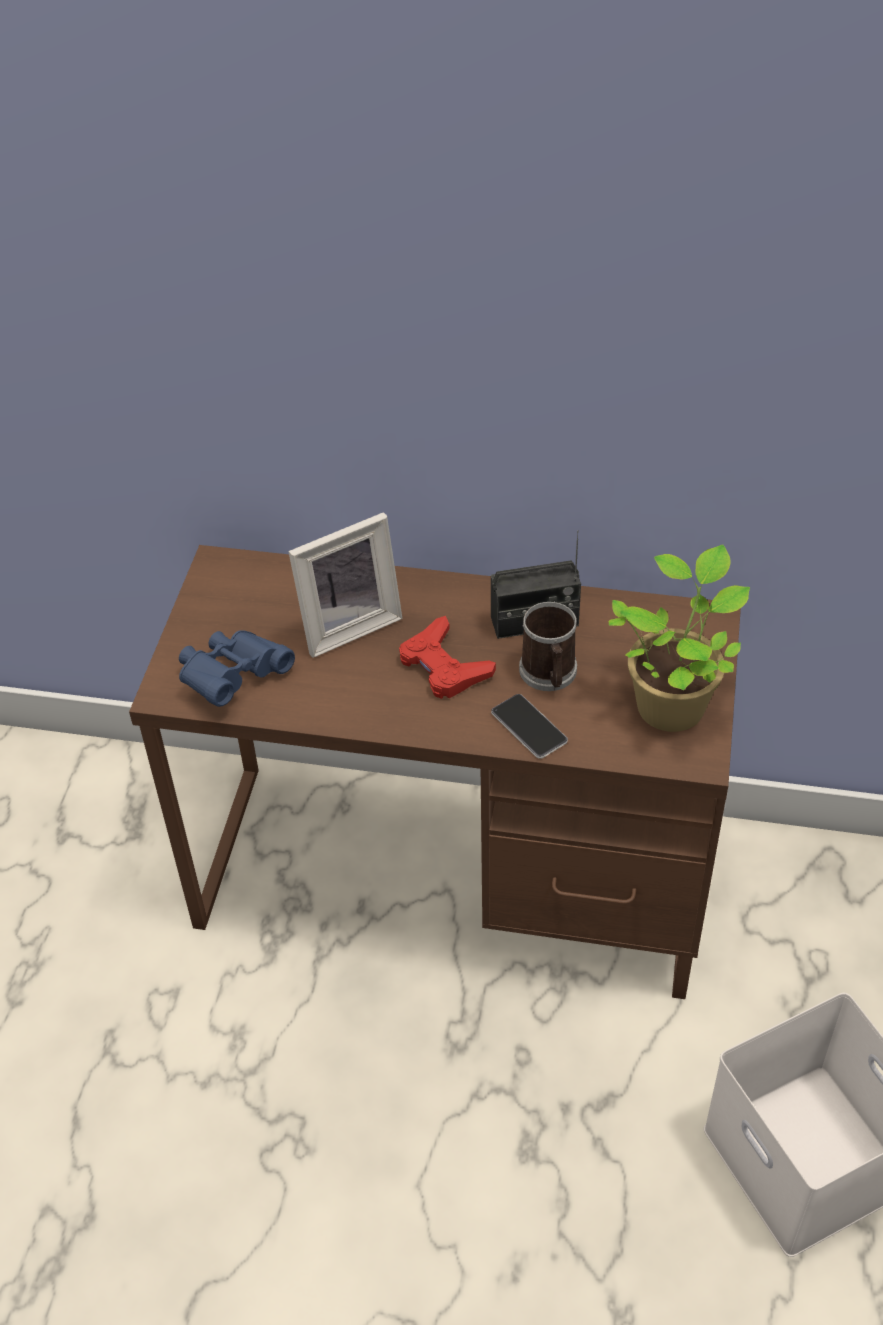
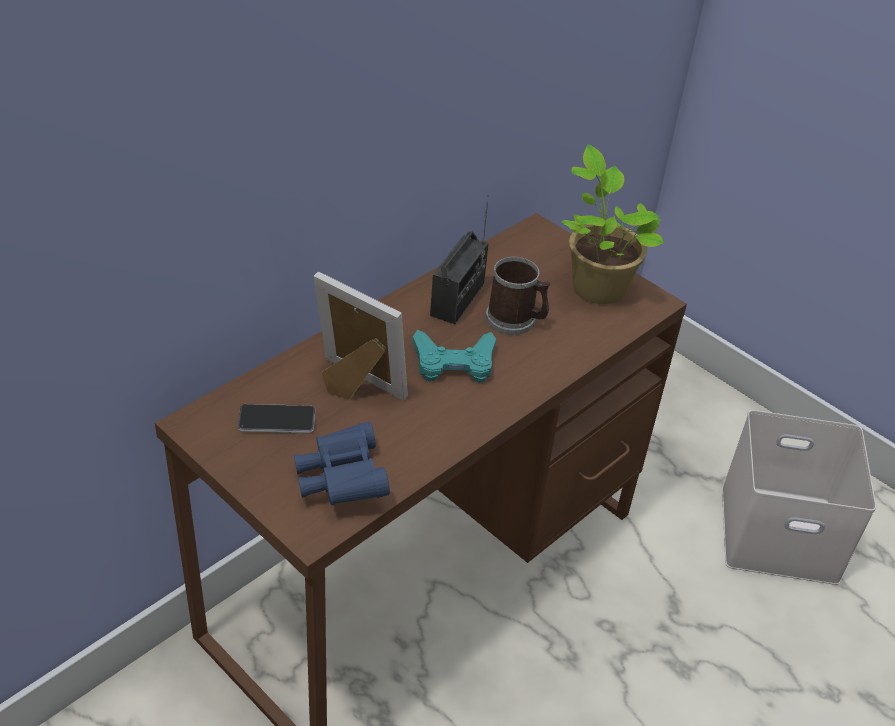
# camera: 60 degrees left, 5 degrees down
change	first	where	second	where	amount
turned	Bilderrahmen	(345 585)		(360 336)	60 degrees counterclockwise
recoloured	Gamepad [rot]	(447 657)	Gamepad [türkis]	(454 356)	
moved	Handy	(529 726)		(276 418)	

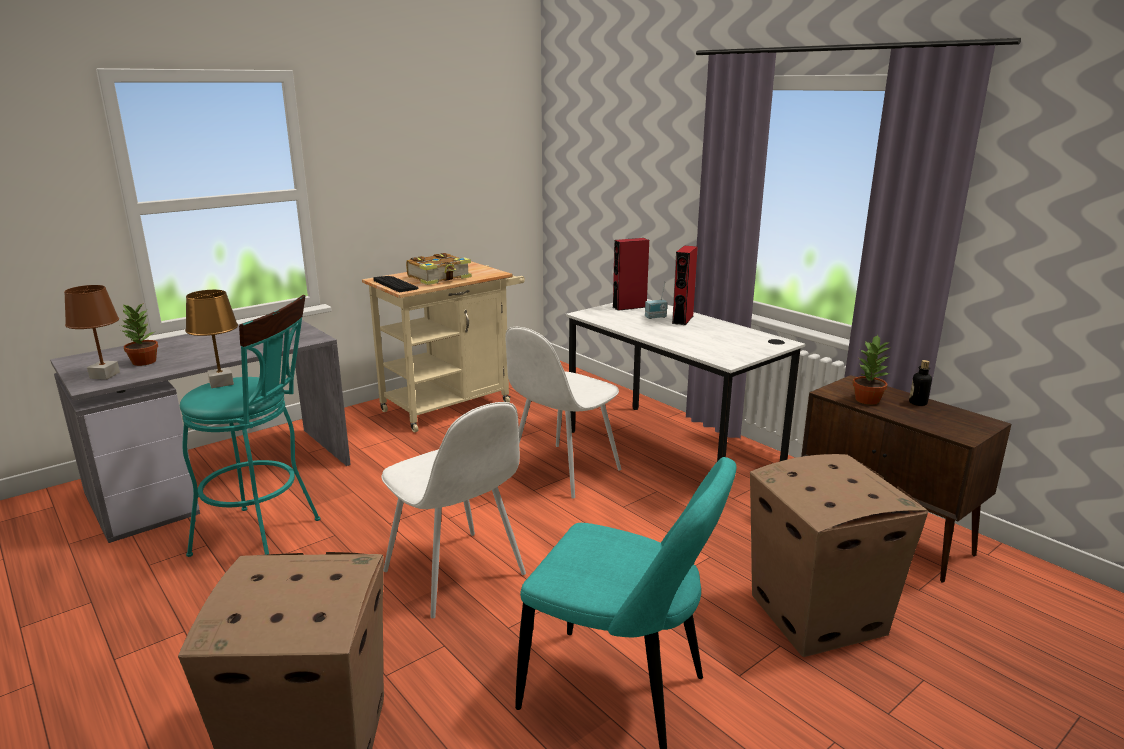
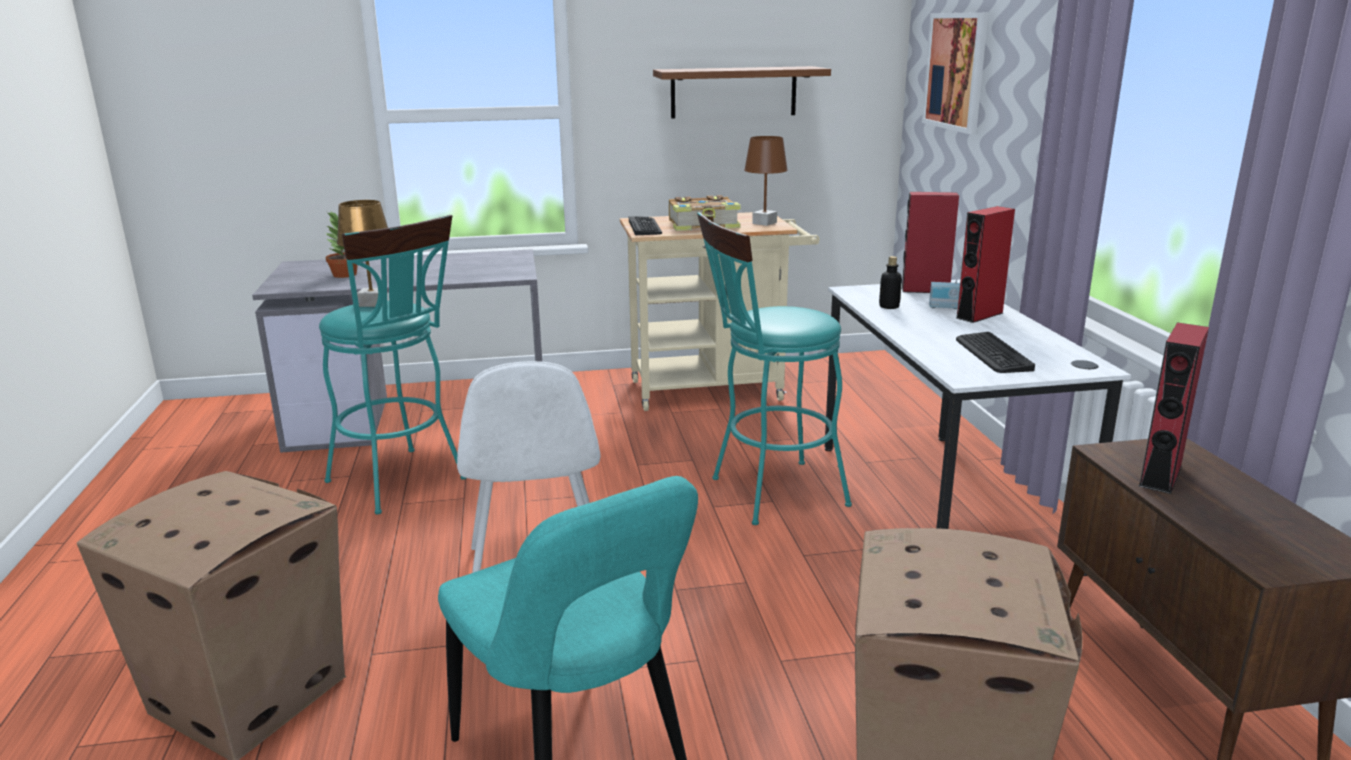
# camera: 30 degrees right, 0 degrees up
change	first	where	second	where	amount
moved	Tischlampe [braun]	(92 332)		(766 181)	
replaced	Stuhl [weiß]	(563 413)	Hocker [türkis]	(774 368)	
replaced	Topfpflanze	(871 369)	Lautsprecher [rot]	(1173 408)	
moved	Flasche	(920 383)		(890 282)	
added			Bild	(955 73)	
added			Wandregal	(742 92)	
added			Tastatur	(995 352)	

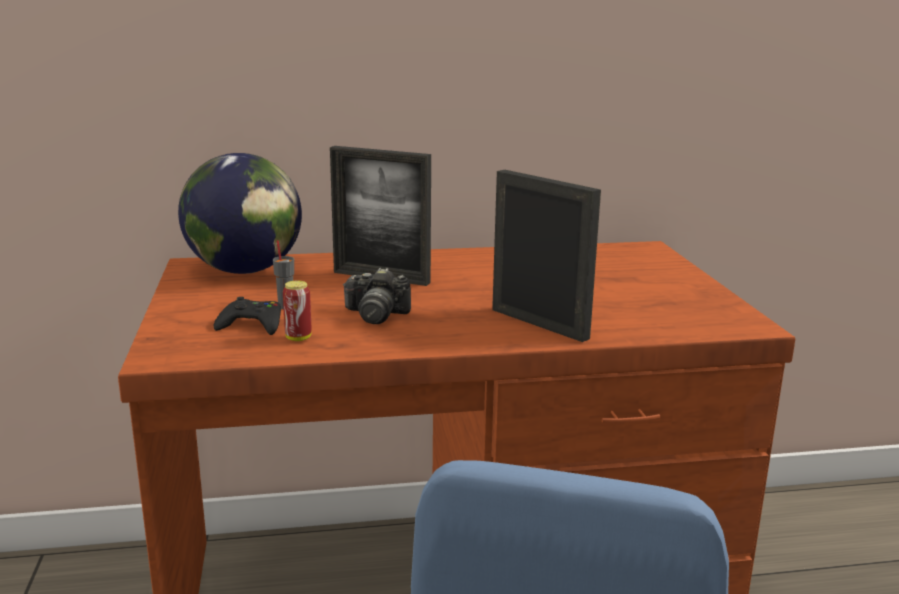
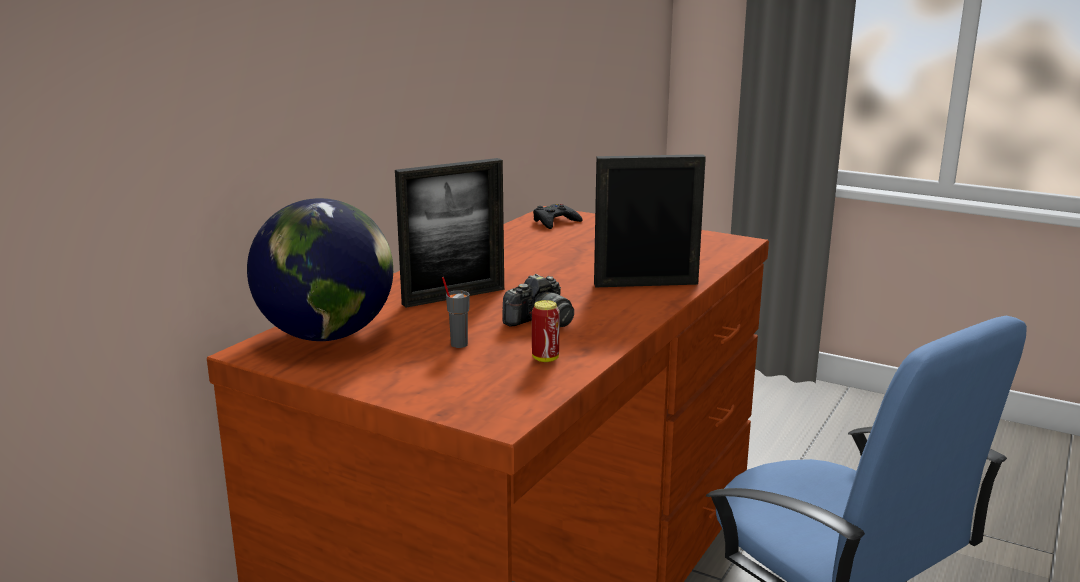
# camera: 50 degrees left, 0 degrees up
change	first	where	second	where	amount
moved	Gamepad [schwarz]	(247 316)		(557 216)	

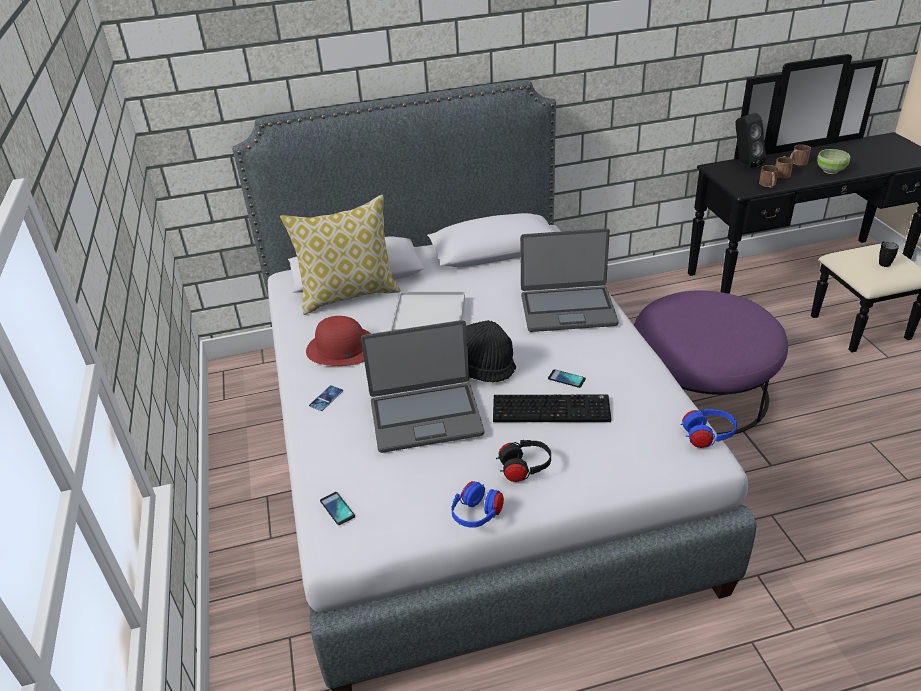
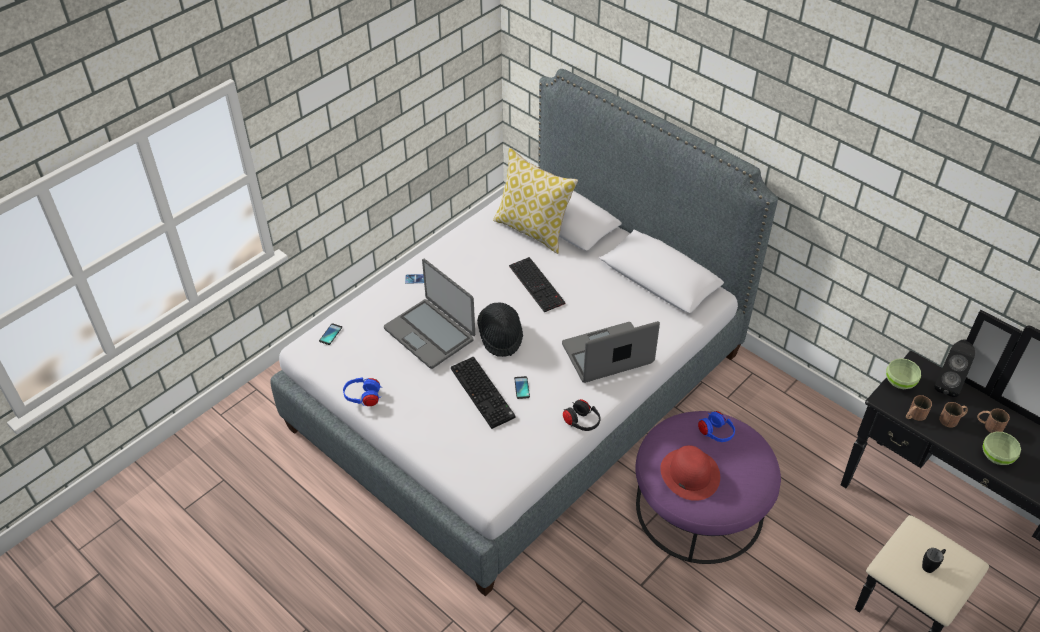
# camera: 55 degrees right, 10 degrees up
change	first	where	second	where	amount
turned	Laptop	(569 280)		(611 352)	105 degrees clockwise
replaced	Tablett [weiß]	(428 311)	Tastatur	(537 284)	
moved	Hut [rot]	(338 341)		(690 473)	
moved	Kopfhörer [blau]	(708 428)		(716 426)	
moved	Kopfhörer [schwarz]	(523 461)		(582 415)	
added			Schüssel [grün]	(903 373)	

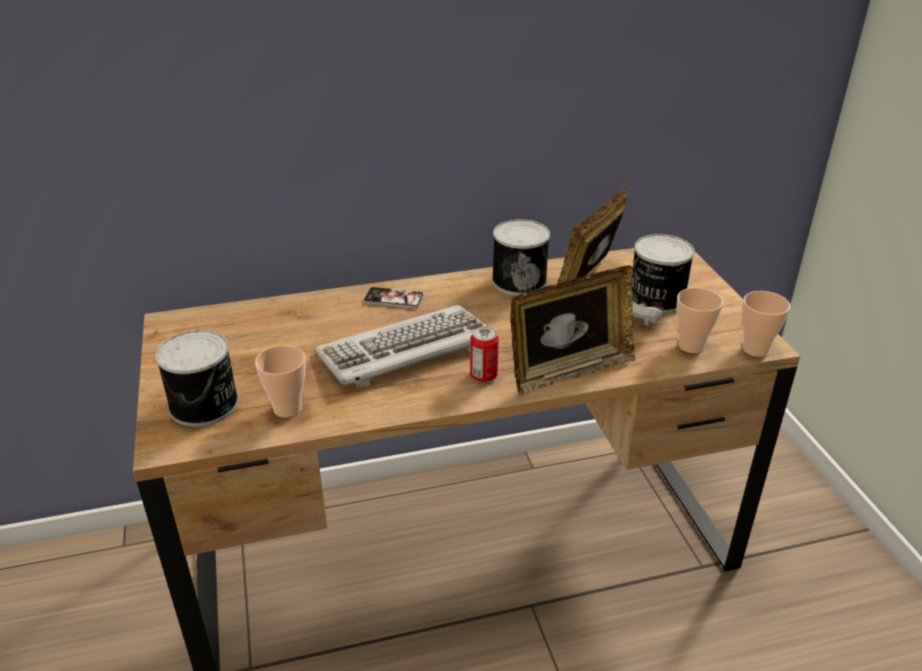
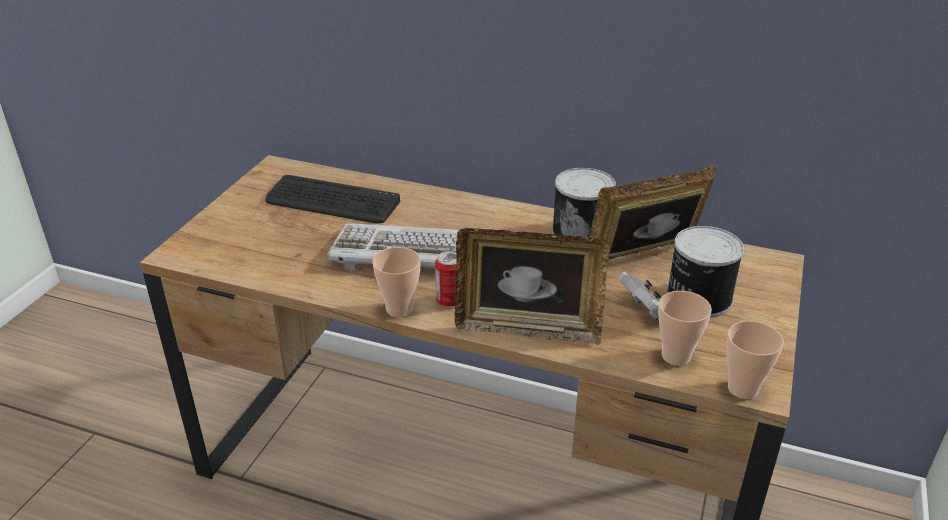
# camera: 35 degrees right, 0 degrees up
change	first	where	second	where	amount
removed	Handy	(393 297)			
removed	Dose	(197 378)			
moved	Tasse	(280 381)		(397 282)	
added			Tastatur	(333 199)	

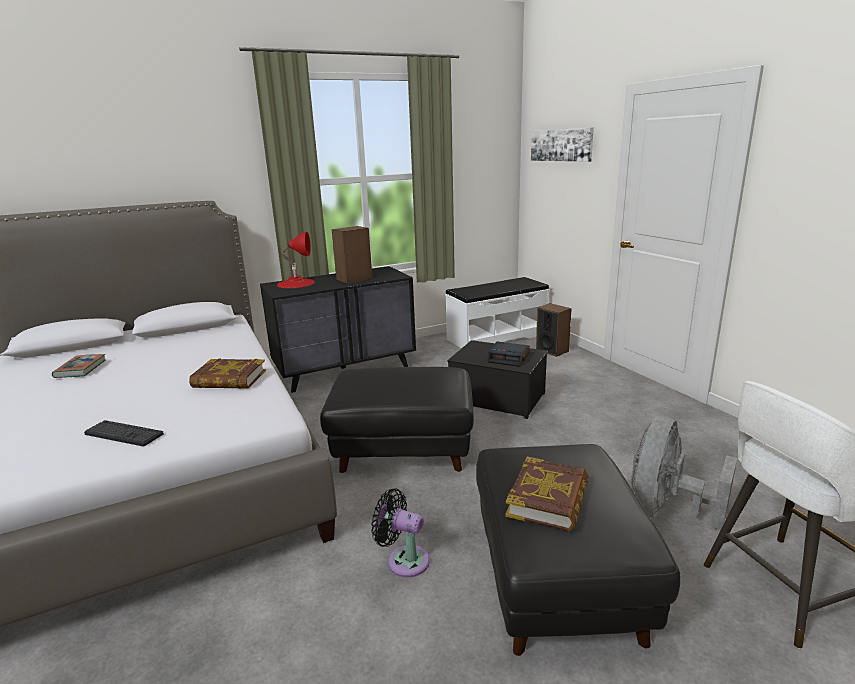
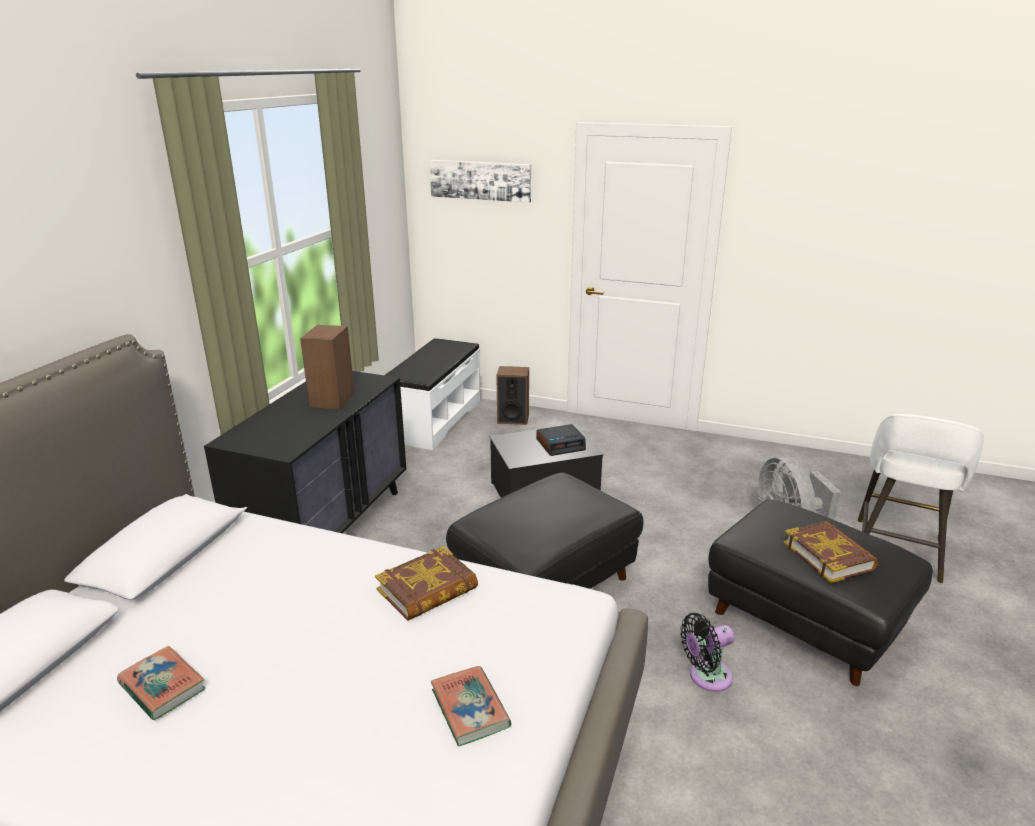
# camera: 45 degrees left, 5 degrees up
change	first	where	second	where	amount
removed	Tischlampe [rot]	(296 260)			
replaced	Tastatur	(124 433)	Buch	(471 706)	

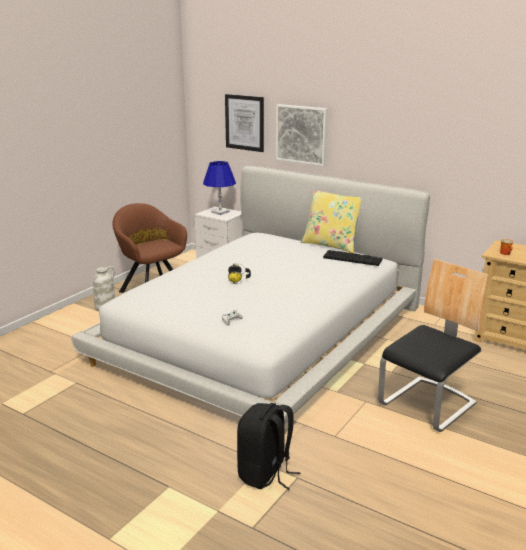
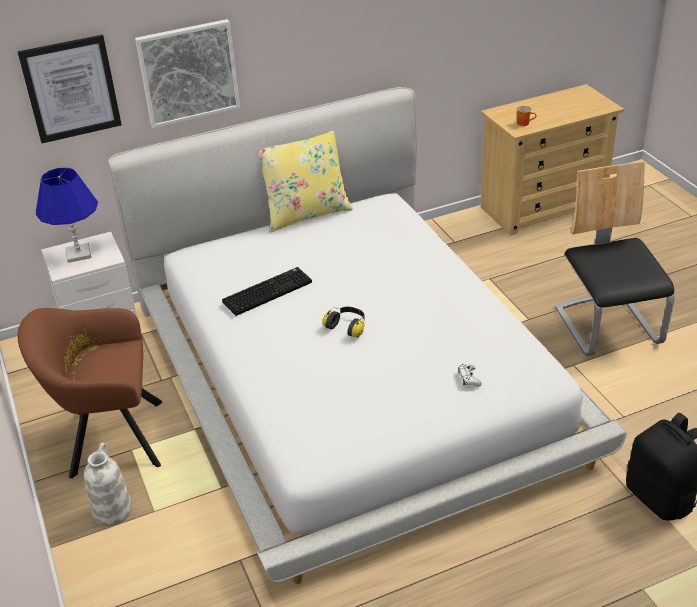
# camera: 55 degrees left, 15 degrees up
change	first	where	second	where	amount
moved	Tastatur	(352 258)		(267 291)	

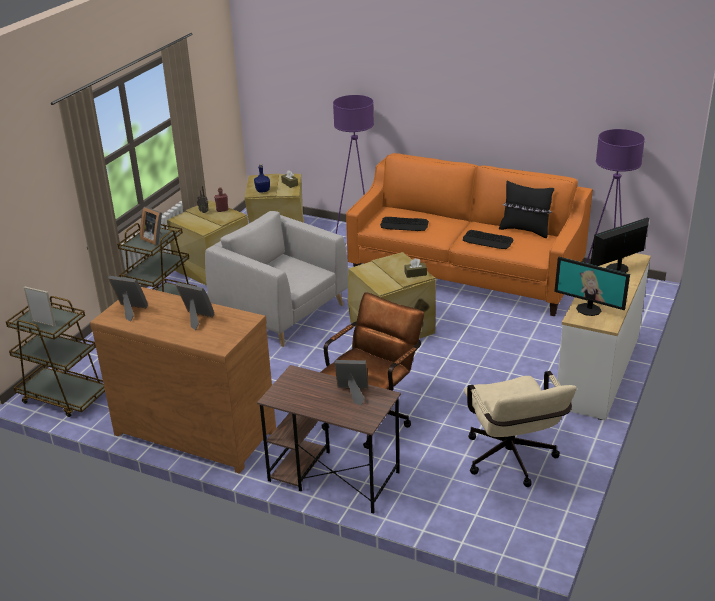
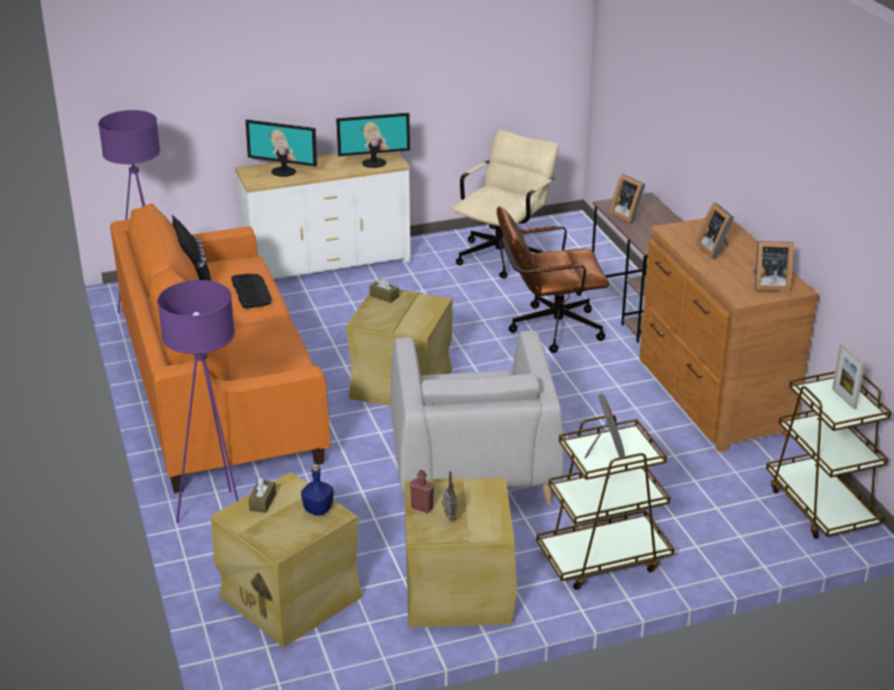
# camera: 135 degrees left, 0 degrees up
change	first	where	second	where	amount
removed	Tastatur	(404 224)			
turned	Monitor	(592 286)		(373 140)	90 degrees clockwise
turned	Bilderrahmen	(128 299)		(773 266)	60 degrees counterclockwise

